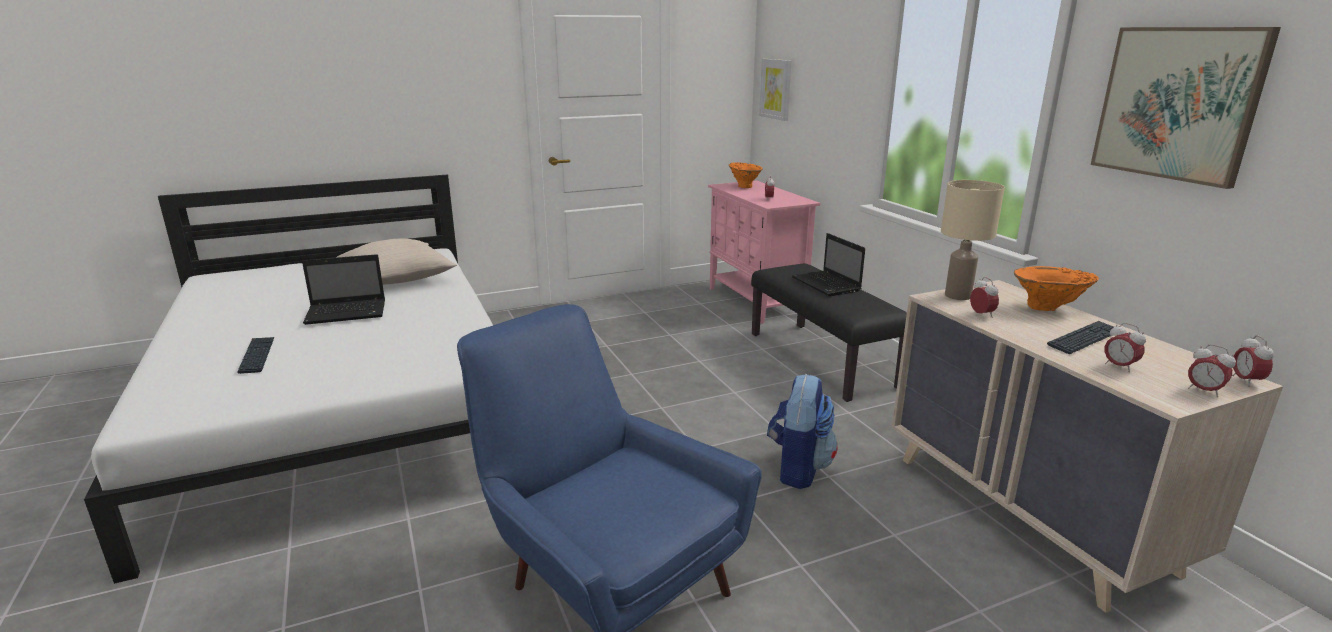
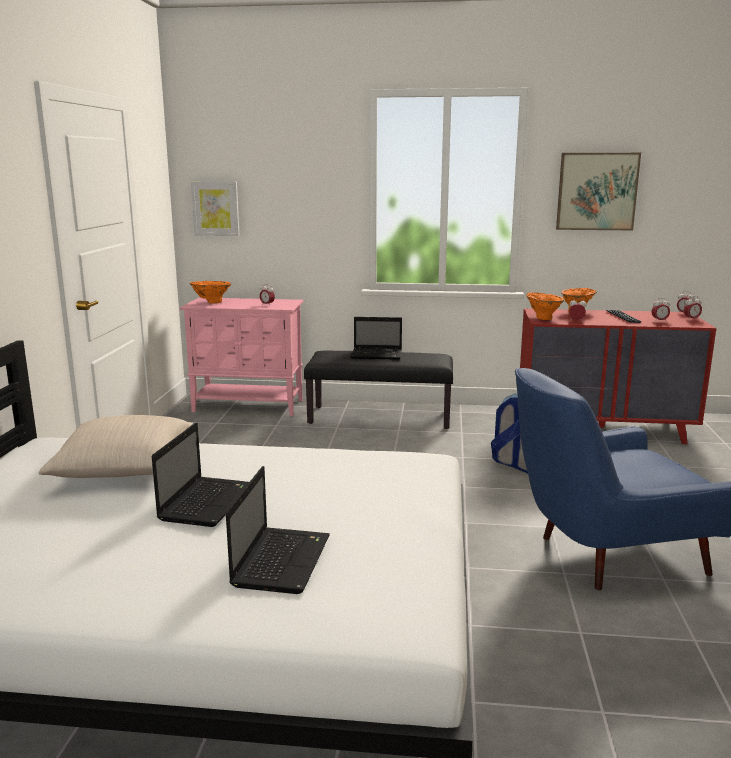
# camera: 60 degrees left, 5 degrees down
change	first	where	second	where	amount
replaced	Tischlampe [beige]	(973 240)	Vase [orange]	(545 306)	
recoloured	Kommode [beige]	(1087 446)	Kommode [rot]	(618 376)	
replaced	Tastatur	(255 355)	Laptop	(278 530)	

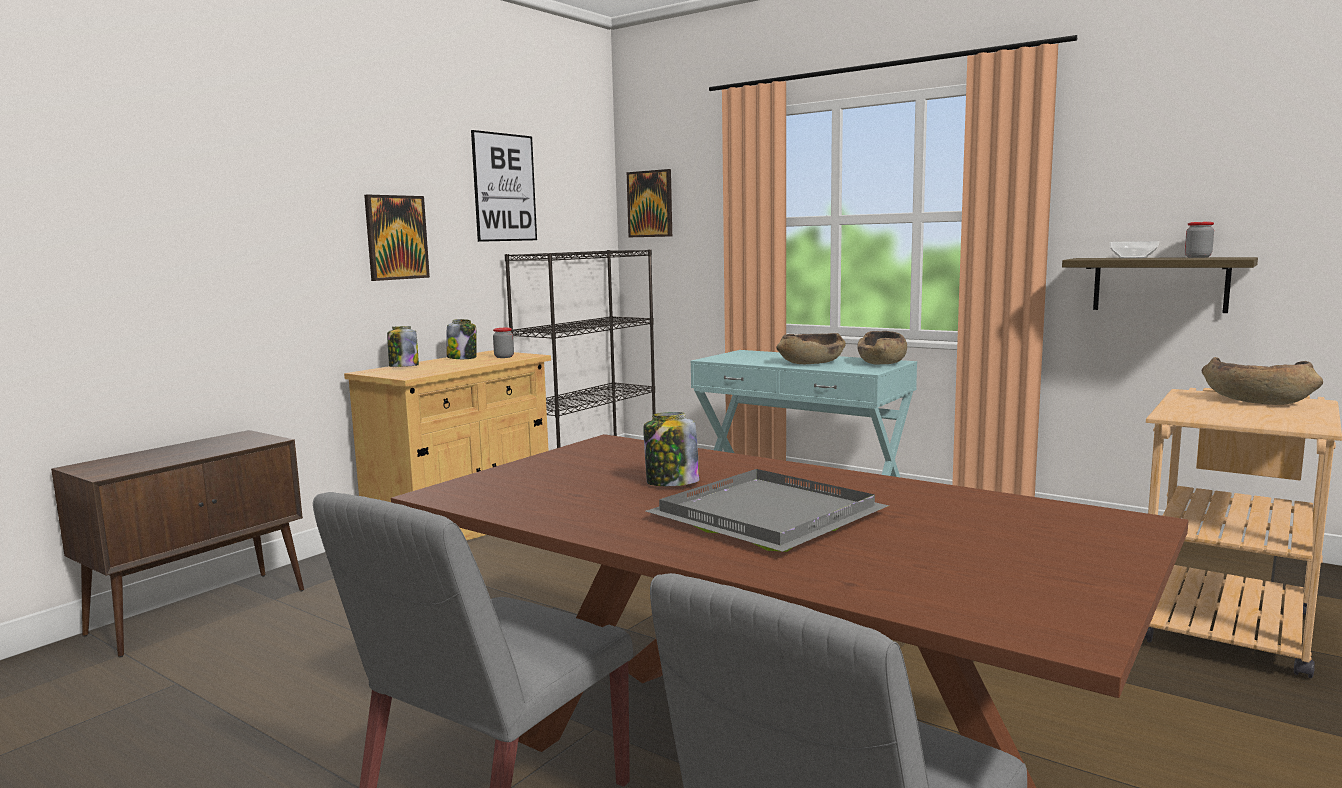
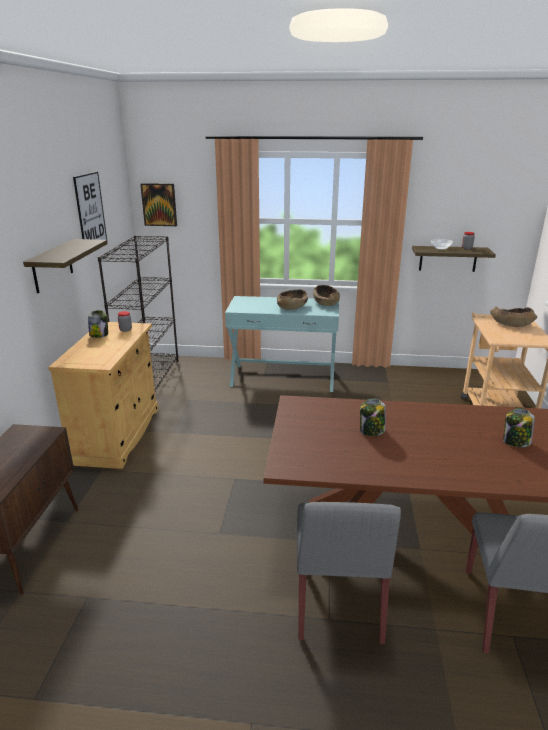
# camera: 30 degrees left, 15 degrees up
change	first	where	second	where	amount
replaced	Bild	(397 238)	Wandregal	(65 266)	
moved	Vorratsglas	(403 346)		(519 427)	
removed	Tablett [grau]	(767 510)			

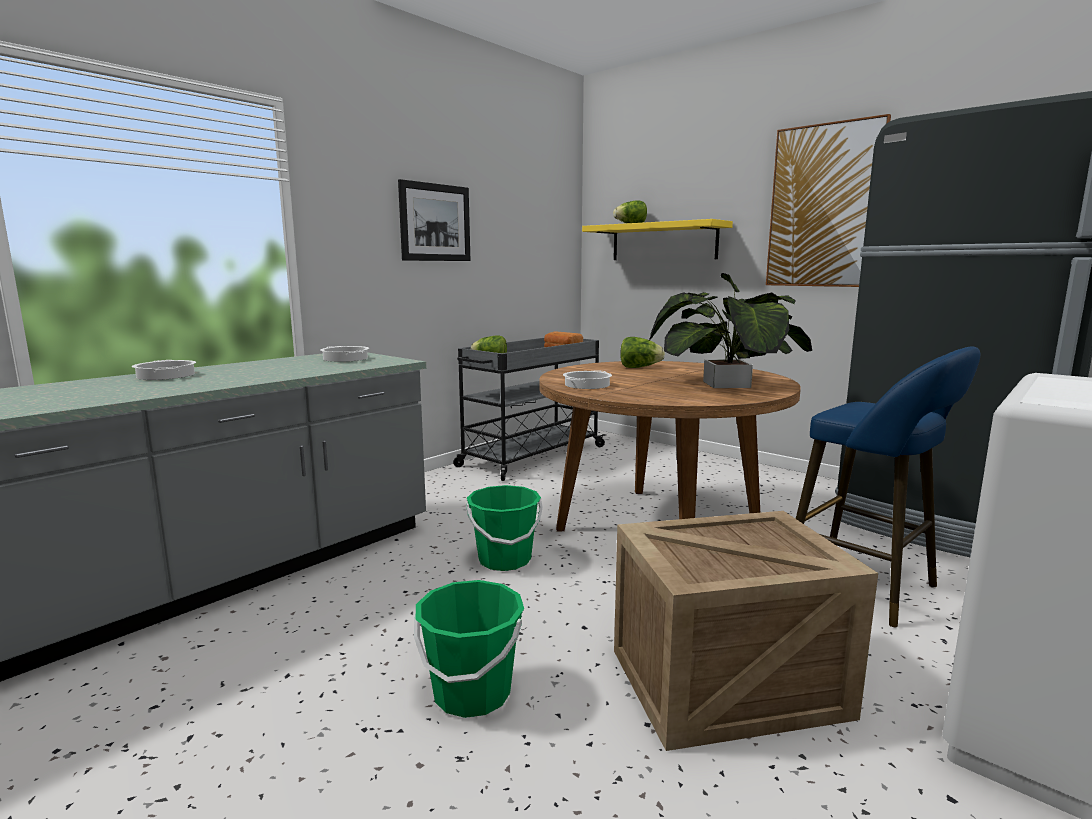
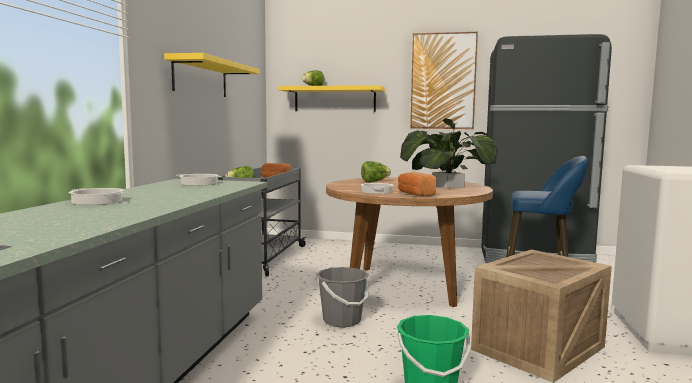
# camera: 30 degrees left, 5 degrees down
change	first	where	second	where	amount
replaced	Bild	(434 220)	Wandregal [gelb]	(212 75)	
recoloured	Eimer [grün]	(504 528)	Eimer [grau]	(342 297)	
added			Brot	(417 184)	

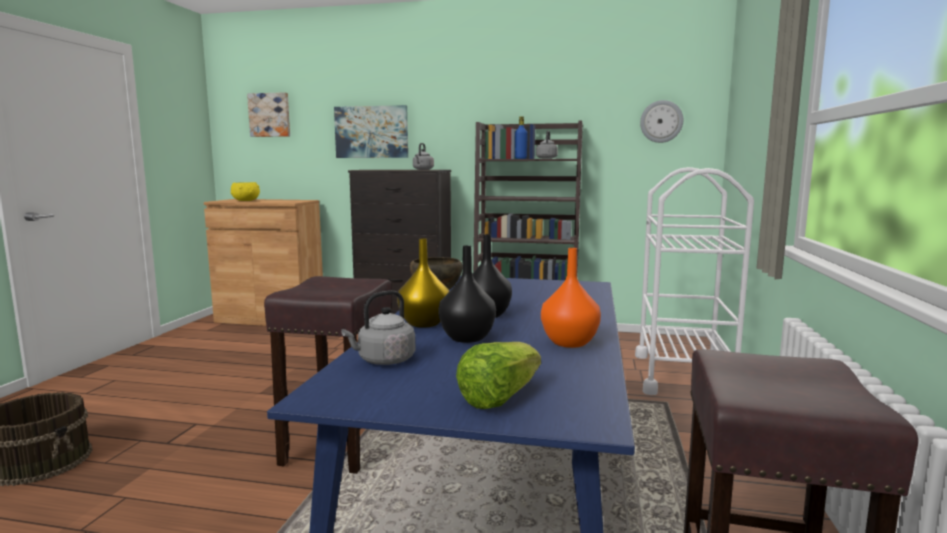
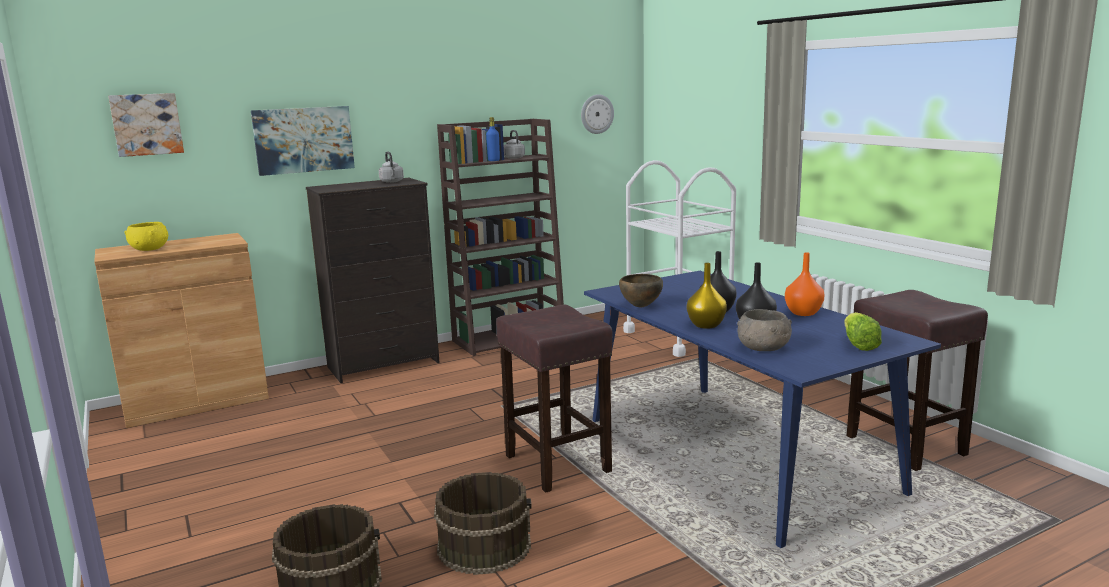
# camera: 40 degrees left, 5 degrees up
change	first	where	second	where	amount
replaced	Wasserkessel [grau]	(378 327)	Schüssel [grau]	(764 330)	
added			Eimer [braun]	(483 523)	

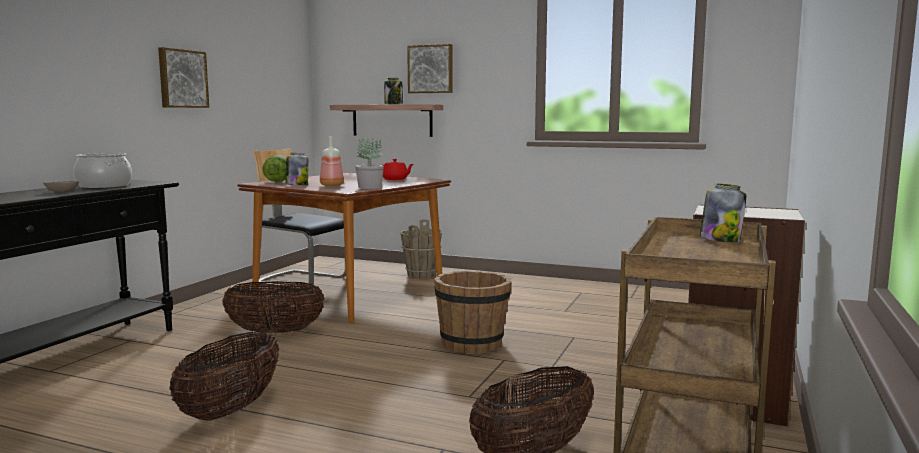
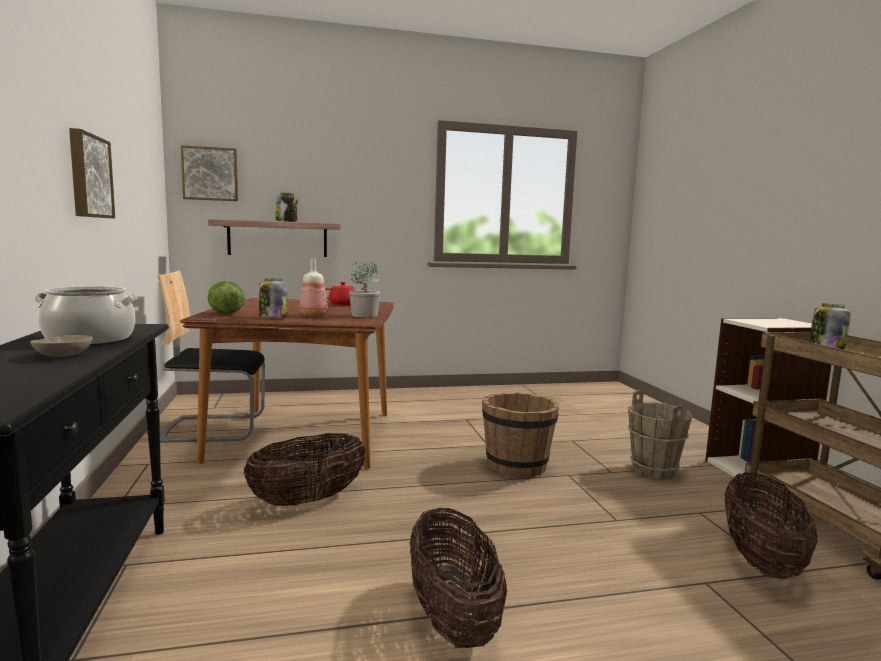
# camera: 35 degrees left, 0 degrees up
change	first	where	second	where	amount
moved	Bild	(430 68)		(209 173)	
moved	Eimer [braun]	(421 249)		(660 434)	

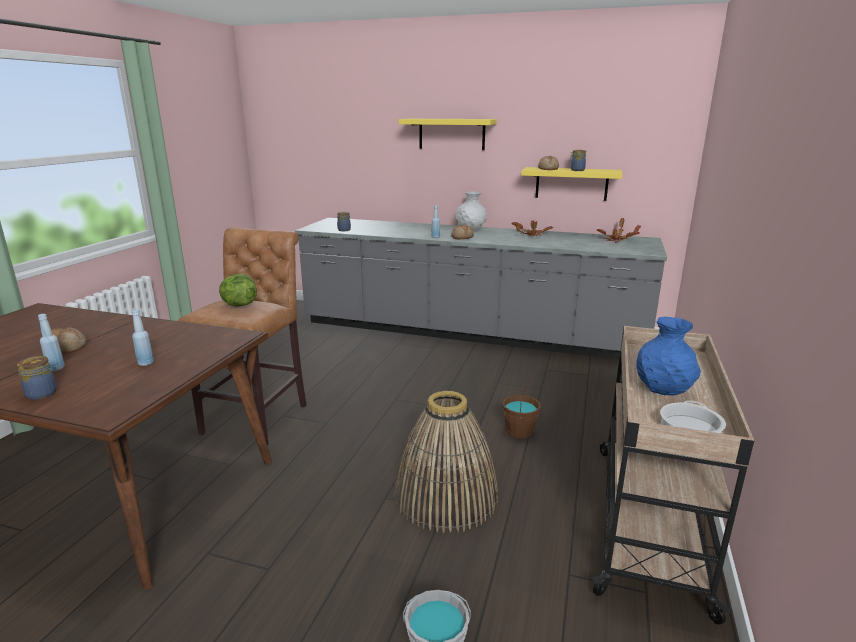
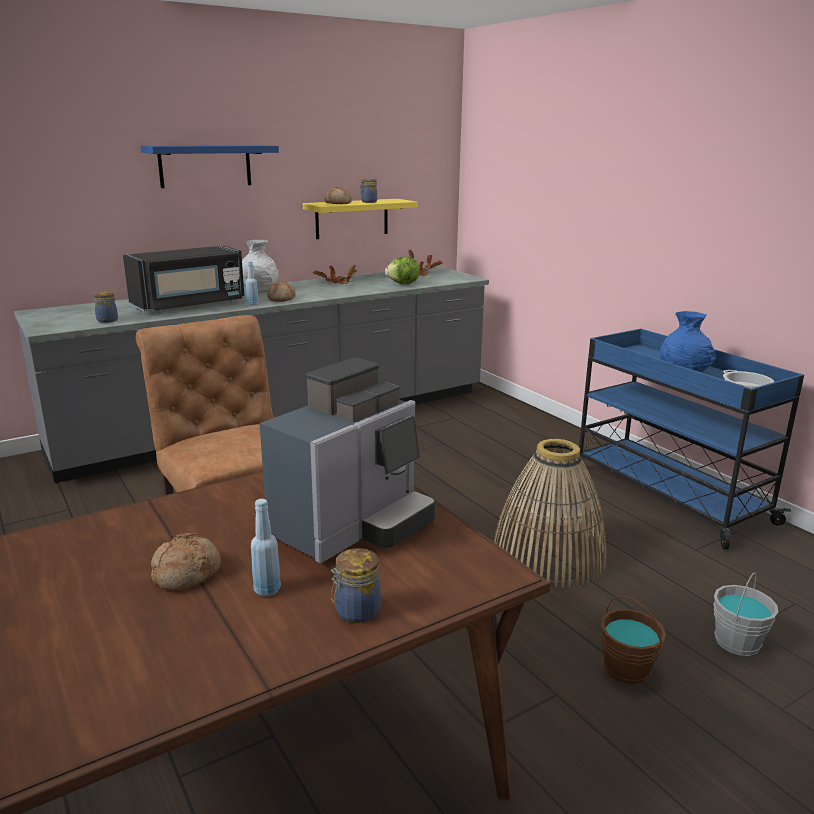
# camera: 50 degrees left, 0 degrees up
change	first	where	second	where	amount
recoloured	Wandregal [gelb]	(448 134)	Wandregal [blau]	(209 166)	
moved	Salatkopf	(238 290)		(402 270)	
replaced	Flasche [blau]	(143 337)	Kaffeemaschine	(347 460)	
recoloured	Rollwagen [beige]	(672 475)	Rollwagen [blau]	(690 439)	
moved	Eimer [braun]	(521 411)		(633 640)	
added			Mikrowelle [schwarz]	(184 279)	

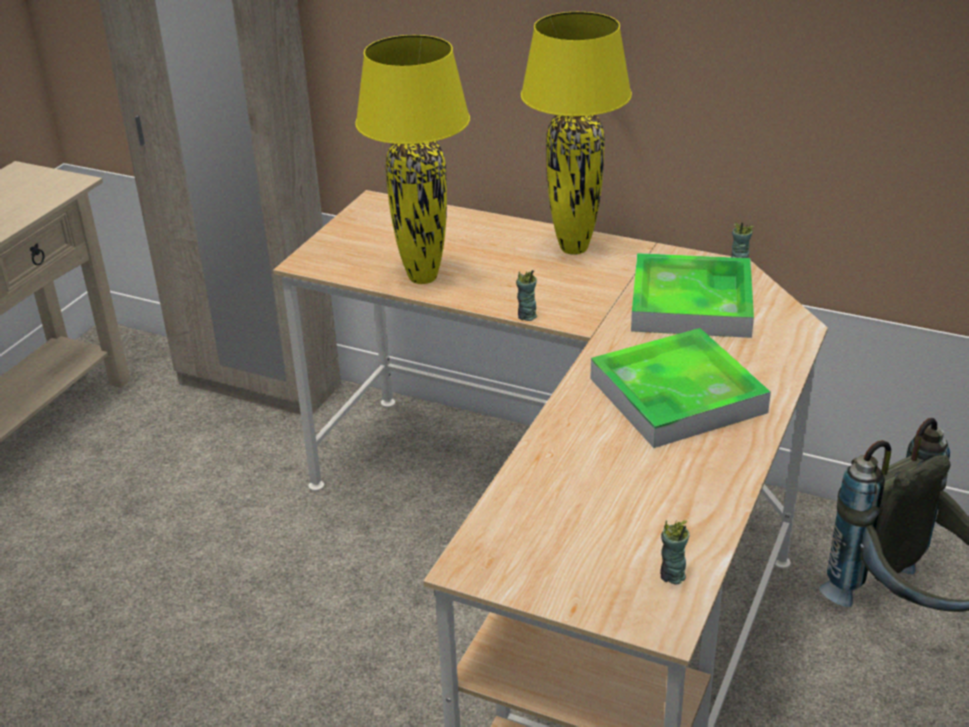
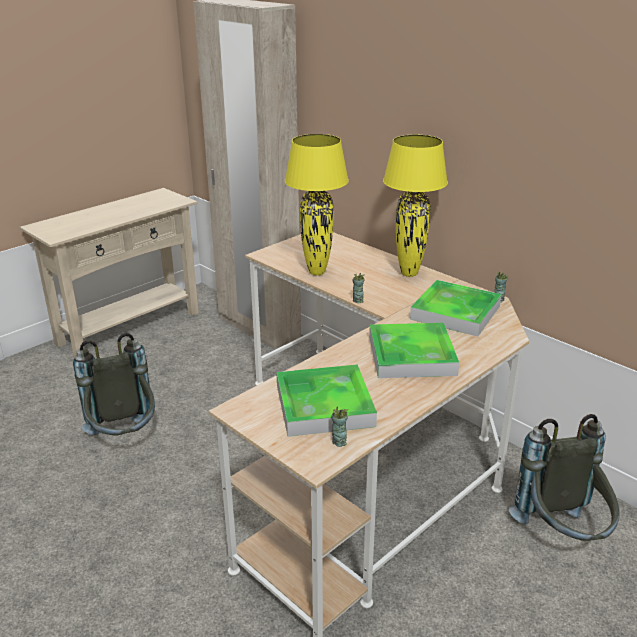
# camera: 20 degrees right, 5 degrees down
change	first	where	second	where	amount
added			Rucksack [grau]	(114 384)	
added			Tablett	(326 400)	

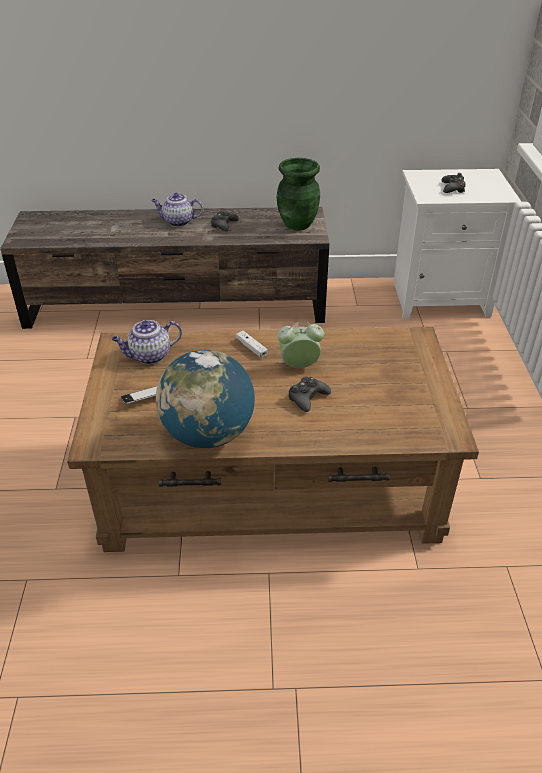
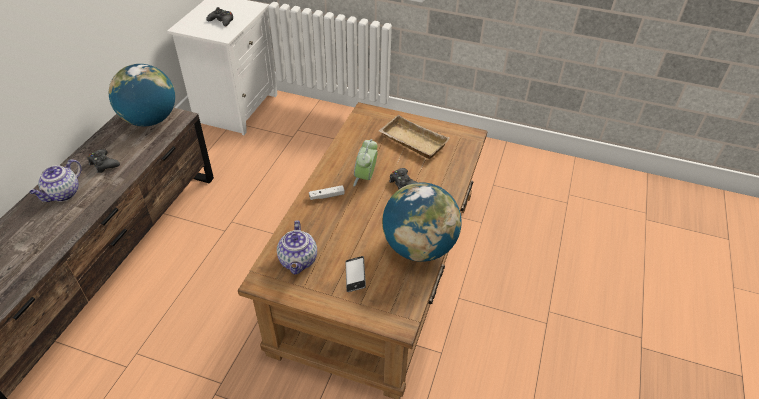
# camera: 70 degrees left, 5 degrees up
change	first	where	second	where	amount
replaced	Vase [grün]	(298 194)	Globus	(142 95)	
added			Tablett [beige]	(414 137)	

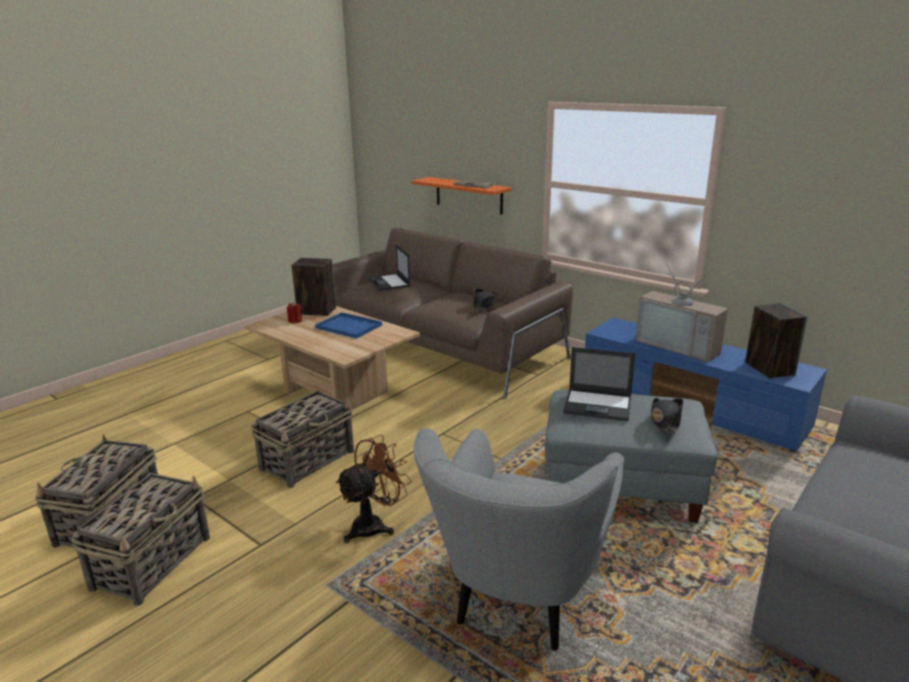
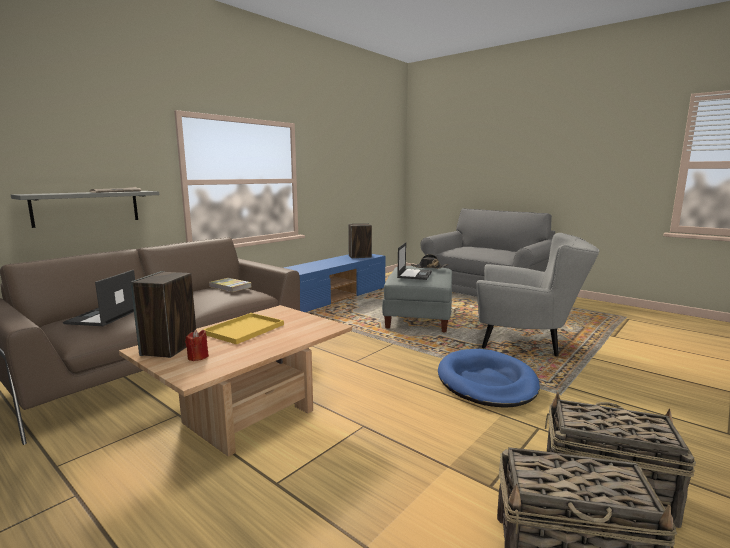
# camera: 90 degrees left, 10 degrees down
change	first	where	second	where	amount
recoloured	Wandregal [orange]	(461 196)	Wandregal [grau]	(85 209)	
turned	Laptop	(389 268)		(99 298)	120 degrees clockwise
removed	Fernseher	(681 310)			
replaced	Hut [schwarz]	(484 299)	Buch	(230 285)	
recoloured	Tablett [blau]	(348 325)	Tablett [gelb]	(243 329)	
removed	Korb	(302 439)			
replaced	Ventilator [braun]	(374 489)	Hundebett [blau]	(489 378)	

